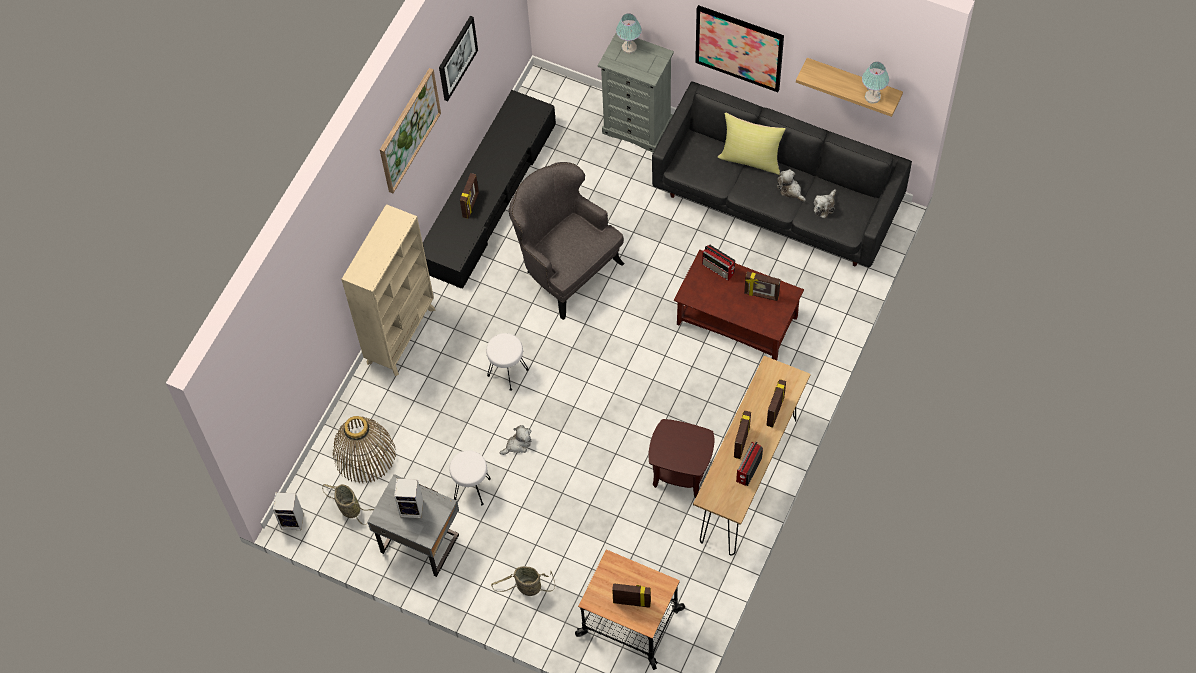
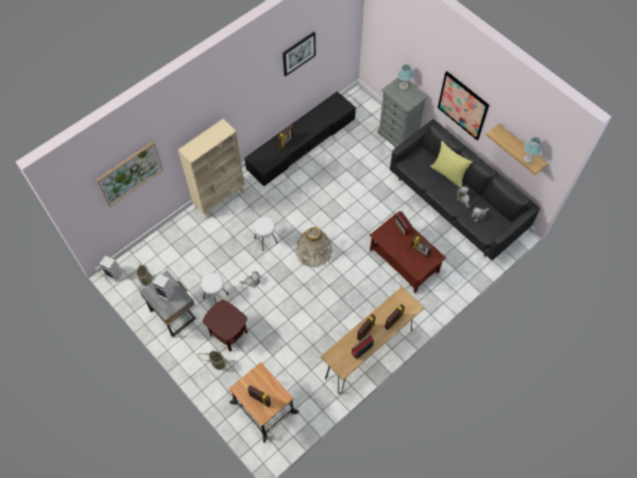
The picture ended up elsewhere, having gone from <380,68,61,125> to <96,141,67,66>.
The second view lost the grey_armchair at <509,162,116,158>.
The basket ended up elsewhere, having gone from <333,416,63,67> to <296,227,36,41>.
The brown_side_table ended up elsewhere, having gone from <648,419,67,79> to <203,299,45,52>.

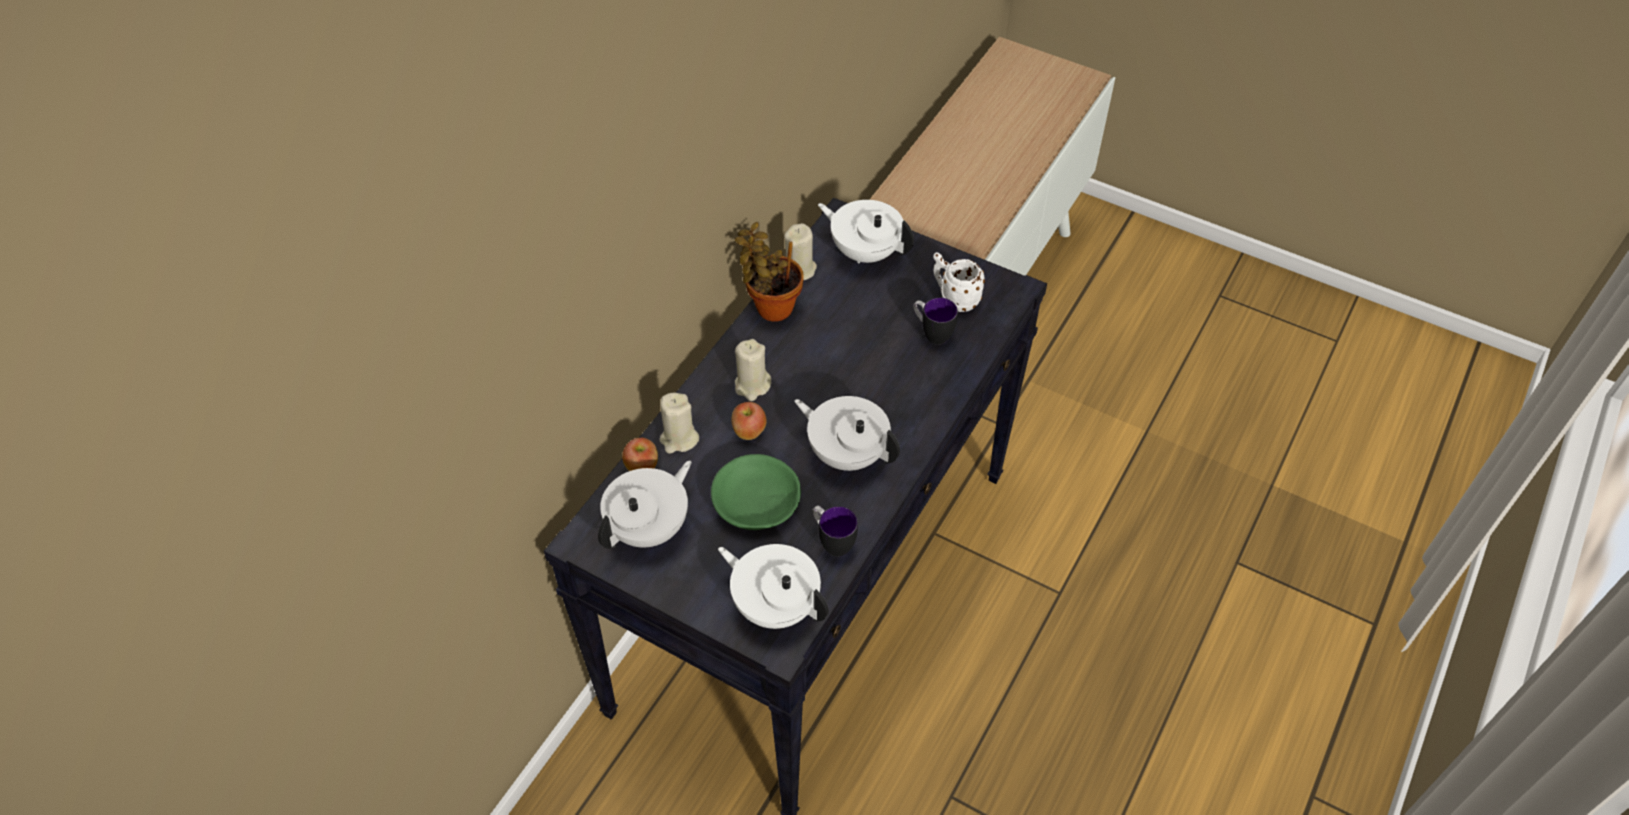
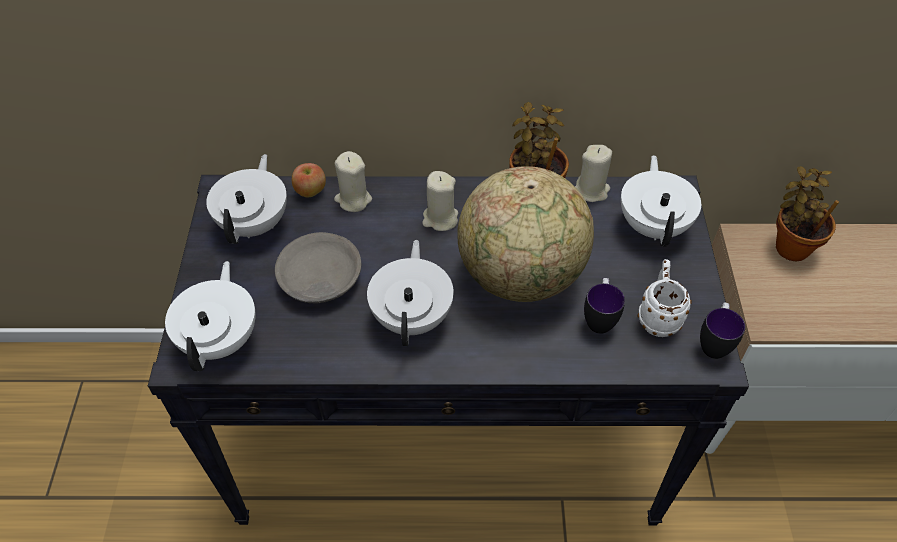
The second view lost the apple at <731,402,35,38>.
What was the green_bowl at <711,454,90,76> turned into the grey_bowl at <275,232,86,72>.
The white_teapot at <598,461,94,88> ended up facing another way, 90 degrees counterclockwise from before.
The mug ended up elsewhere, having gone from <812,506,46,51> to <700,302,45,57>.
The second view gained the globe at <457,166,137,136>.
The second view gained the potted_plant at <776,166,63,95>.

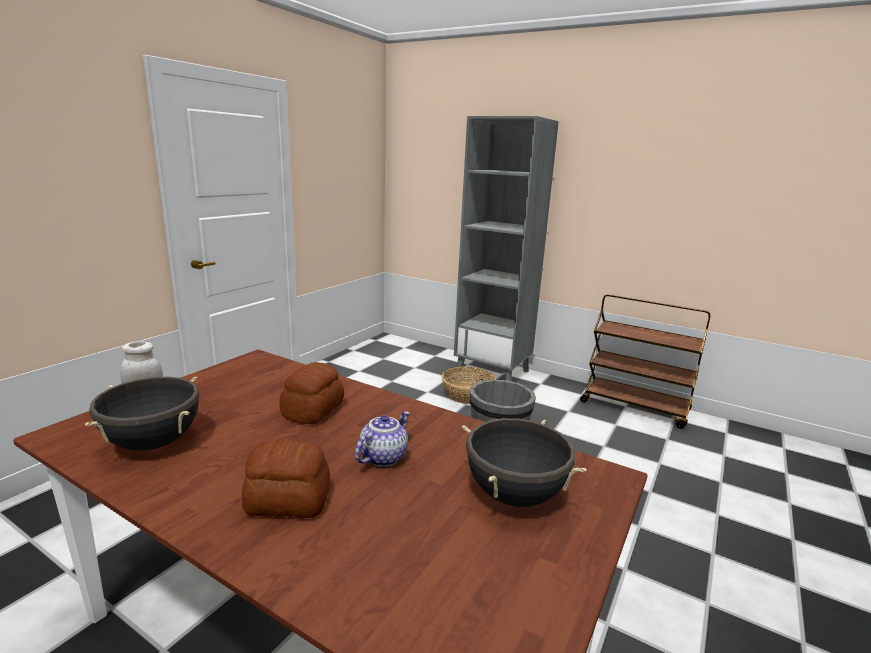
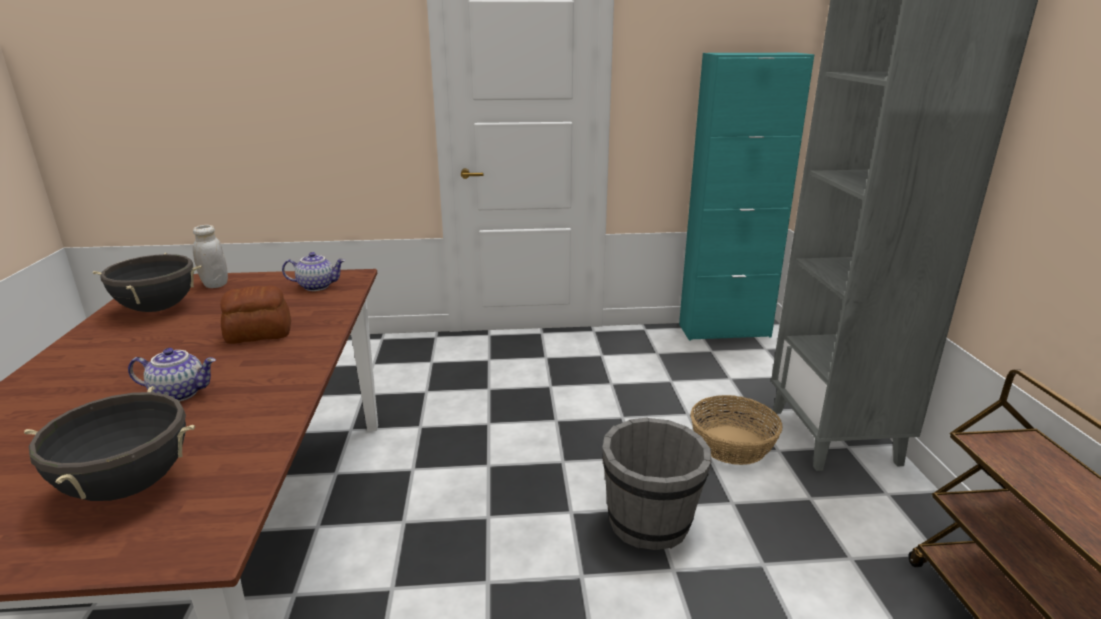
The second view lost the bread at <242,440,88,78>.
The second view gained the turquoise_cabinet at <679,52,135,289>.
The second view gained the teapot at <282,252,63,39>.

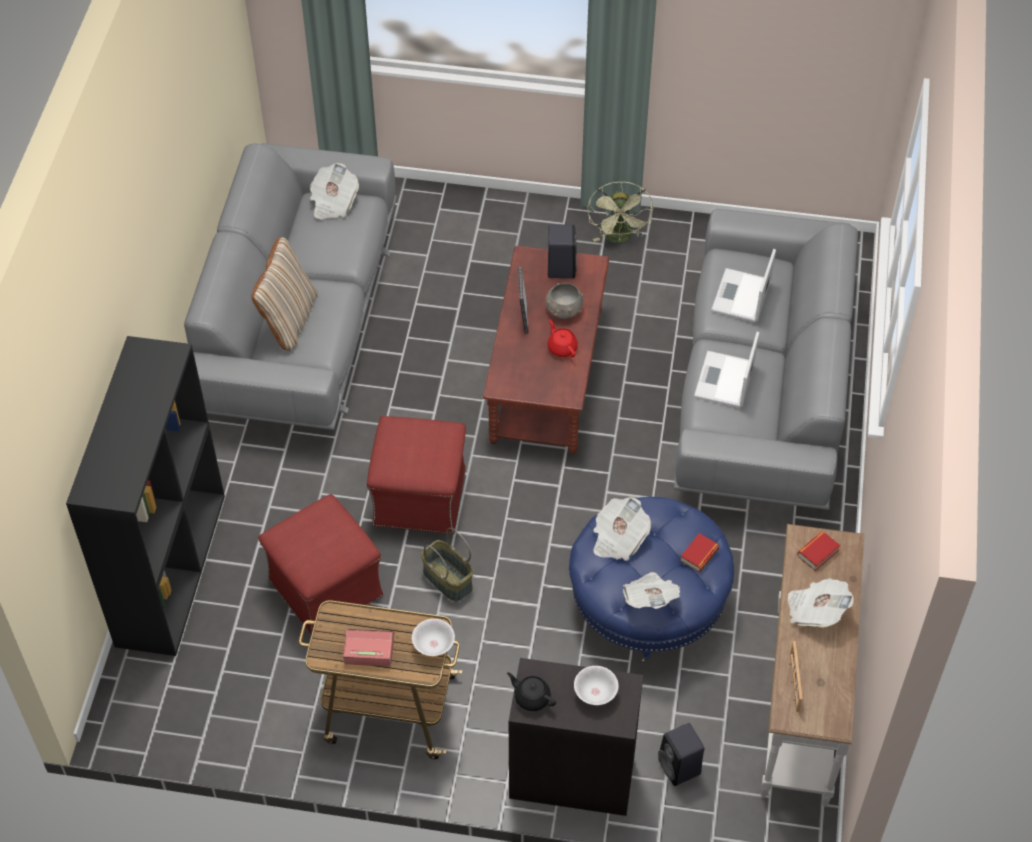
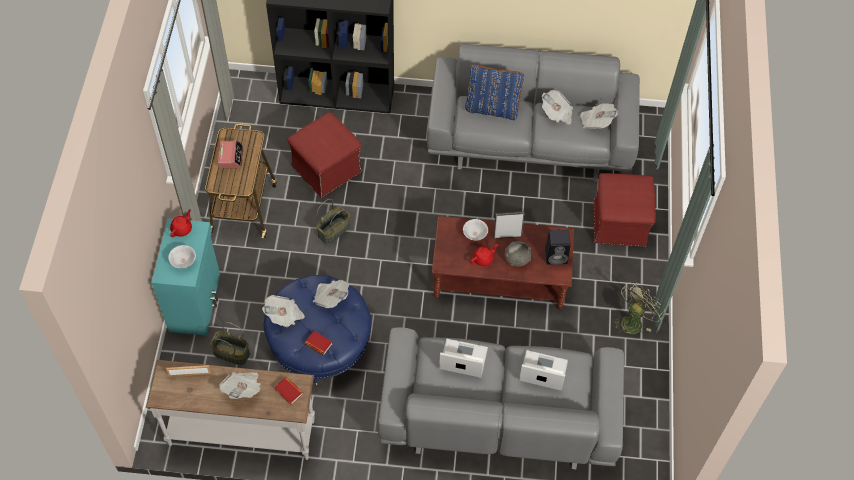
The green_fan at <587,182,66,61> ended up facing another way, 135 degrees clockwise from before.
What was the beige_pillow at <252,237,66,114> turned into the blue_pillow at <465,65,59,55>.
The red_ottoman ended up elsewhere, having gone from <367,416,99,118> to <594,173,62,74>.
The white_bowl ended up elsewhere, having gone from <412,619,43,37> to <463,219,25,22>.
What was the black_cabinet at <509,658,134,158> turned into the turquoise_cabinet at <151,218,69,118>.
What was the black_teapot at <507,672,49,39> turned into the red_teapot at <170,209,22,28>.
The second view lost the black_speaker at <658,723,46,63>.
The second view gained the newspaper at <542,90,31,35>.
The second view gained the basket at <210,322,40,43>.

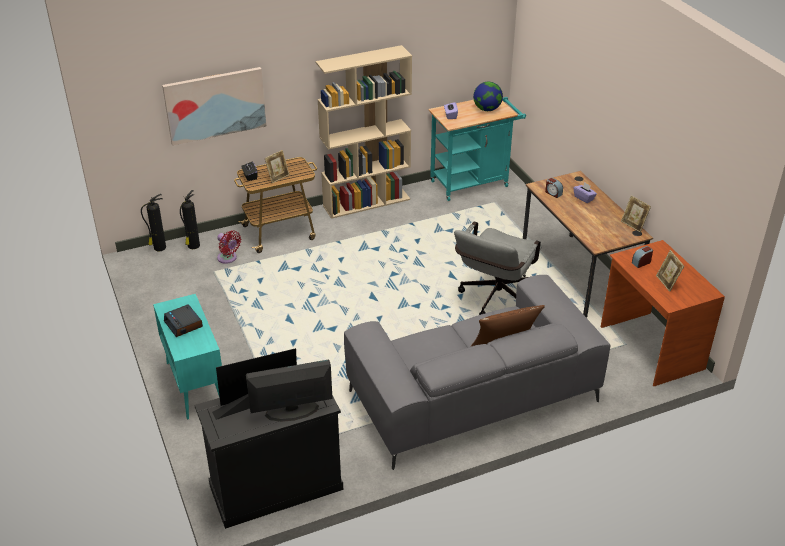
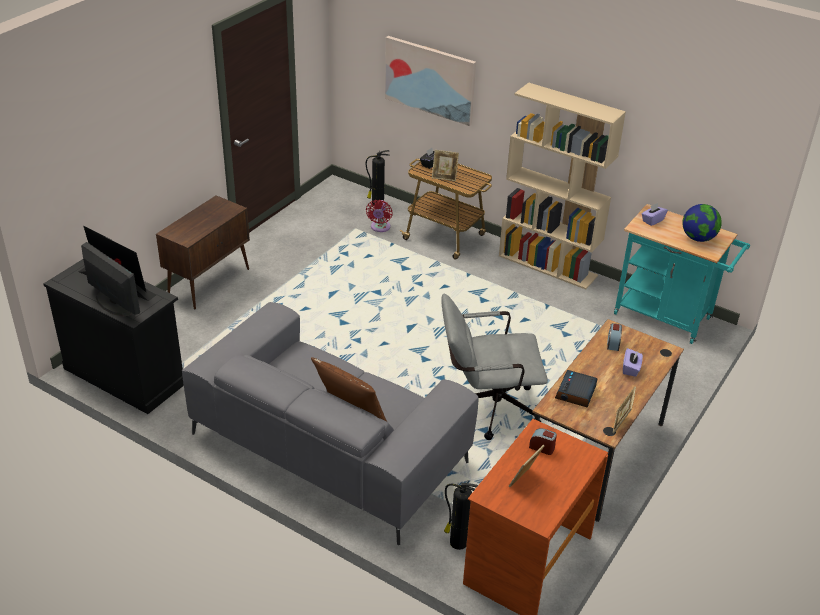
The fire_extinguisher ended up elsewhere, having gone from <141,194,25,57> to <444,481,34,69>.
What was the turquoise_cabinet at <153,294,69,125> turned into the brown_cabinet at <156,195,94,114>.
The alarm_clock ended up elsewhere, having gone from <164,304,39,33> to <555,370,42,38>.

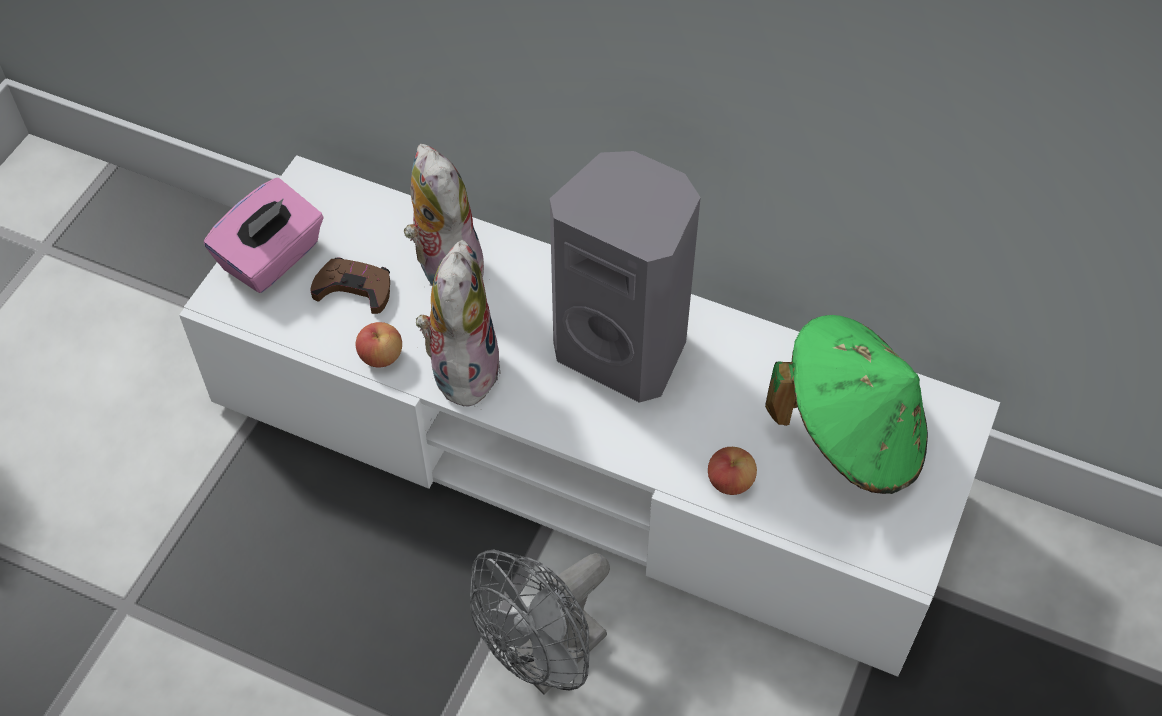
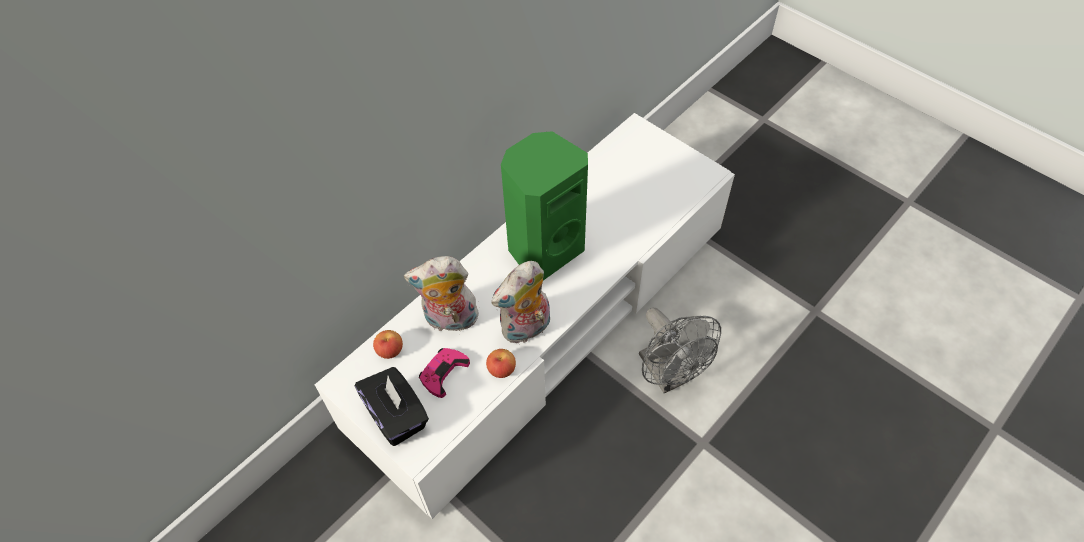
What was the grey_speaker at <550,151,151,252> turned into the green_speaker at <501,131,87,149>.
What was the pink_tissue_box at <204,178,120,115> turned into the black_tissue_box at <355,367,74,79>.
The plush_toy at <415,240,86,168> ended up facing another way, 60 degrees counterclockwise from before.
What was the brown_game_controller at <311,257,79,57> turned into the pink_game_controller at <419,348,51,50>.
The second view lost the green_hat at <765,315,163,179>.
The apple ended up elsewhere, having gone from <708,447,49,48> to <373,330,30,29>.

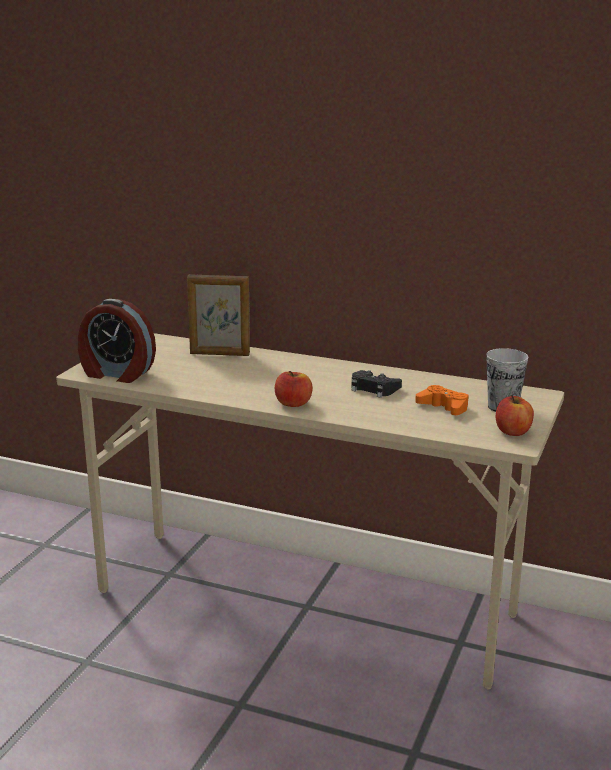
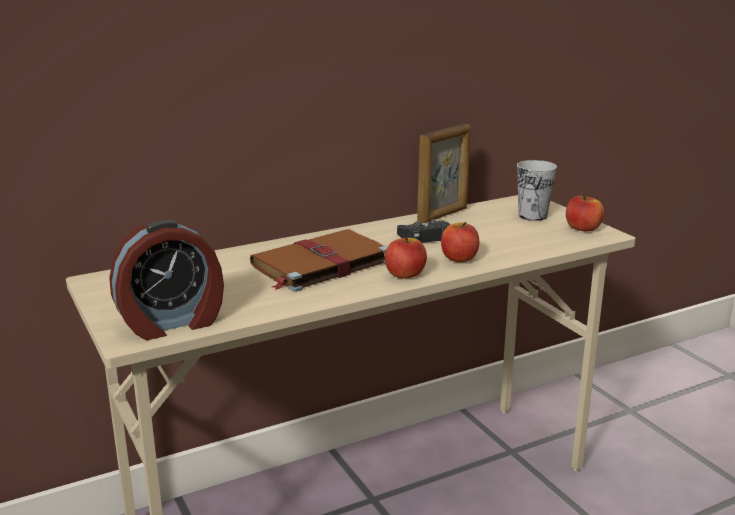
The picture_frame ended up elsewhere, having gone from <187,274,63,82> to <417,124,53,99>.
The second view lost the orange_game_controller at <415,385,53,30>.
The second view gained the apple at <441,222,38,40>.
The second view gained the brown_book at <250,229,138,63>.

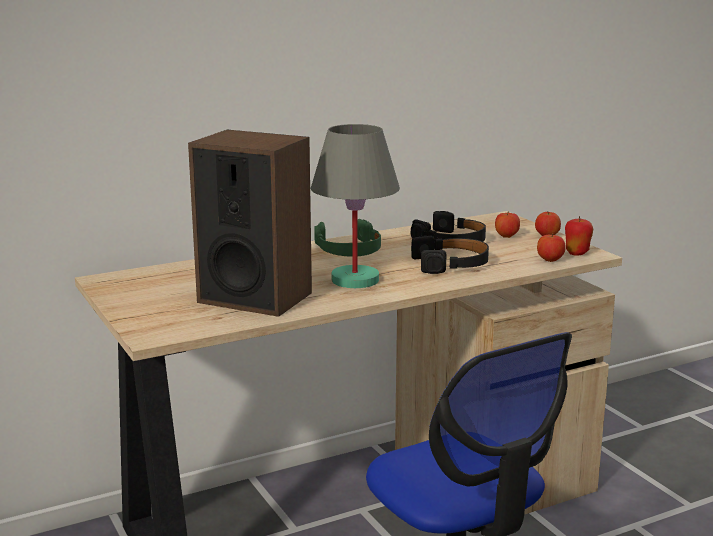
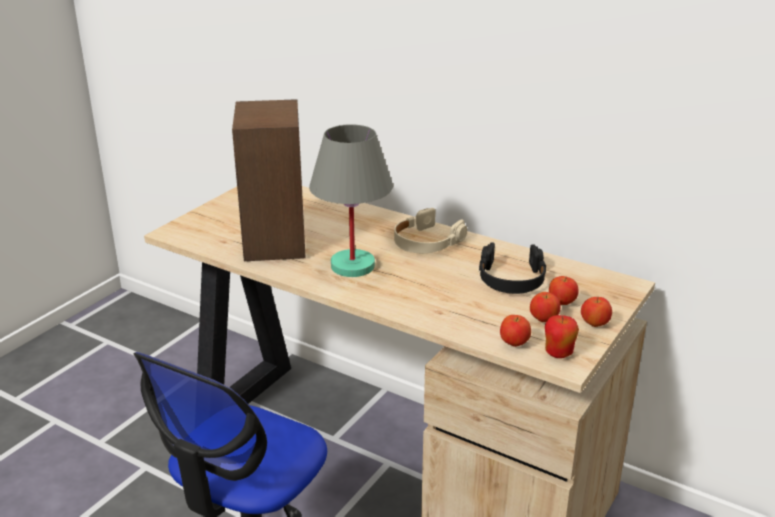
What was the green_headphones at <314,219,67,38> turned into the beige_headphones at <394,208,73,45>.
The second view lost the black_headphones at <411,236,78,38>.
The second view gained the apple at <530,292,30,30>.

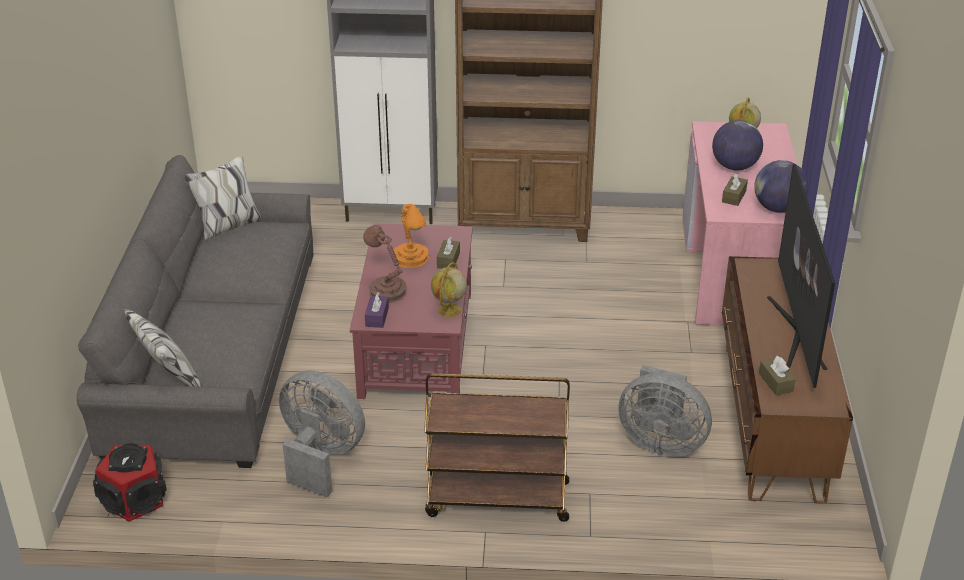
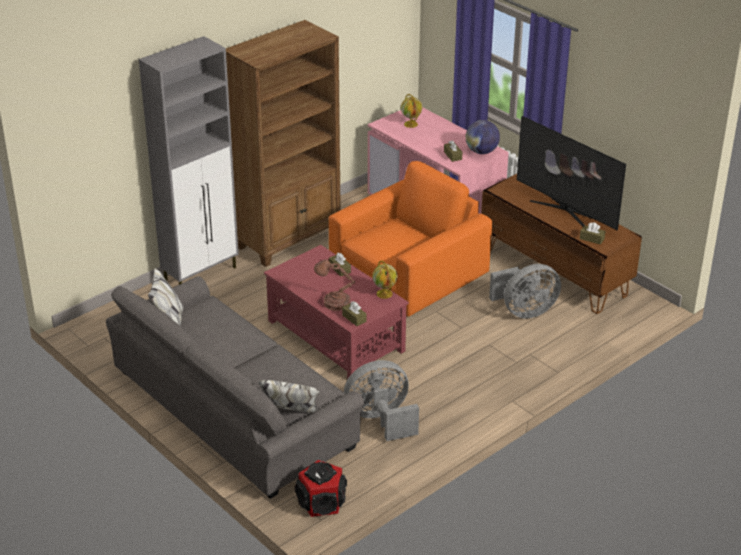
The second view lost the globe at <712,120,51,50>.
The second view lost the orange_table_lamp at <394,204,35,64>.
What was the purple_tissue_box at <365,293,24,35> turned into the brown_tissue_box at <342,301,25,25>.
The second view lost the brown_cart at <424,373,146,149>.
The second view gained the orange_armchair at <329,161,163,155>.

